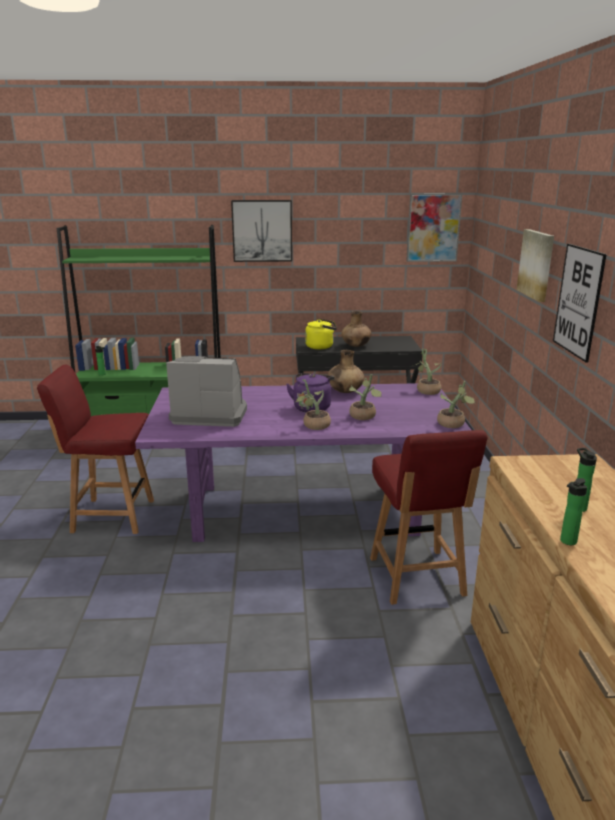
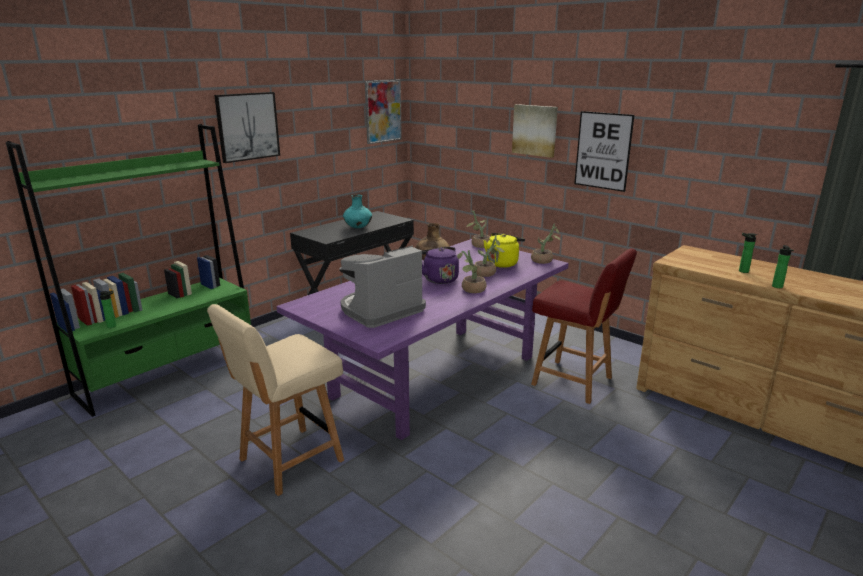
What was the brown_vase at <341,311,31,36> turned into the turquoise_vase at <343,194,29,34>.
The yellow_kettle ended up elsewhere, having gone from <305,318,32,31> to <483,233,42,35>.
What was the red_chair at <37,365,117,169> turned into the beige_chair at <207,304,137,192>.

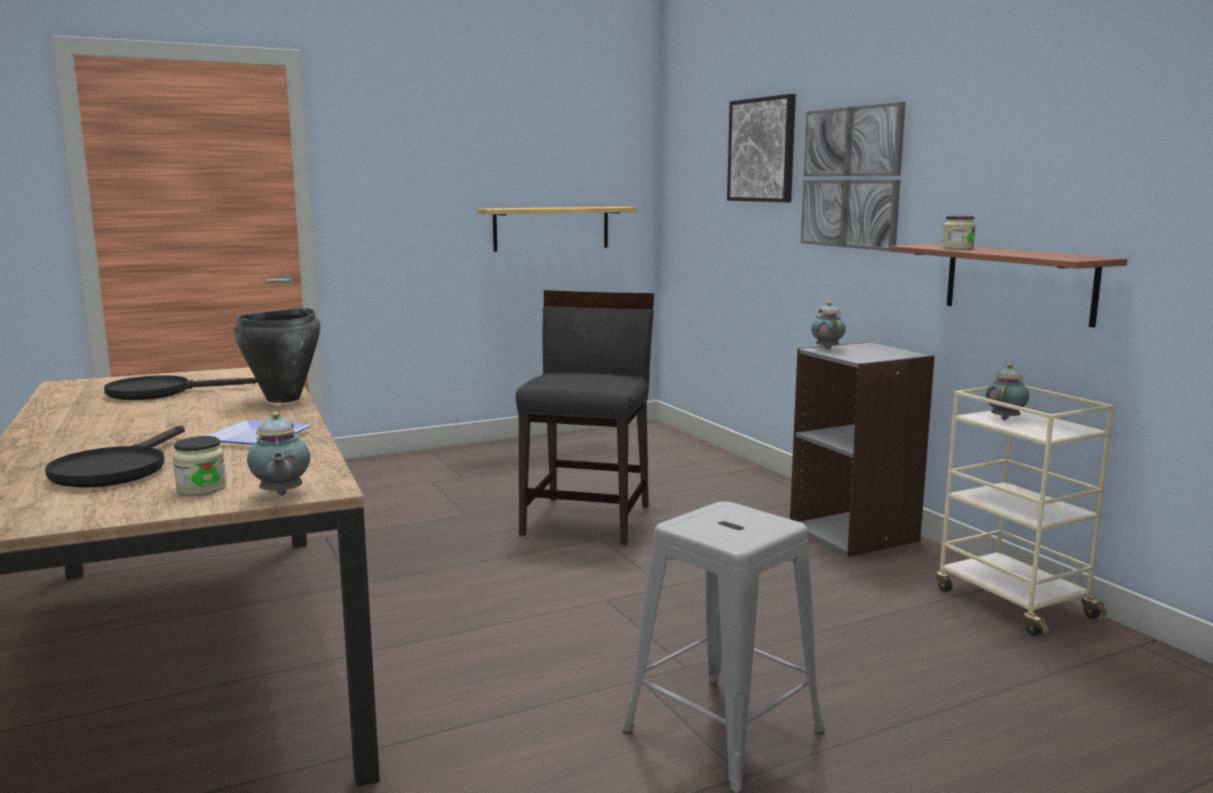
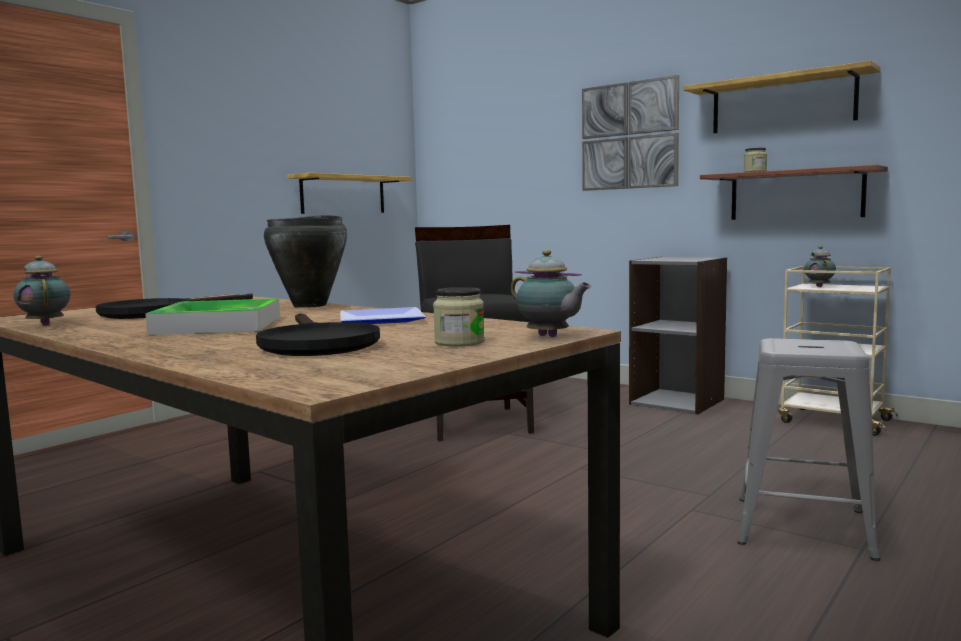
The second view lost the picture at <727,94,69,108>.
The teapot ended up elsewhere, having gone from <811,302,35,48> to <13,256,57,69>.
The second view gained the shelf at <684,61,197,72>.
The second view gained the tray at <145,298,135,37>.

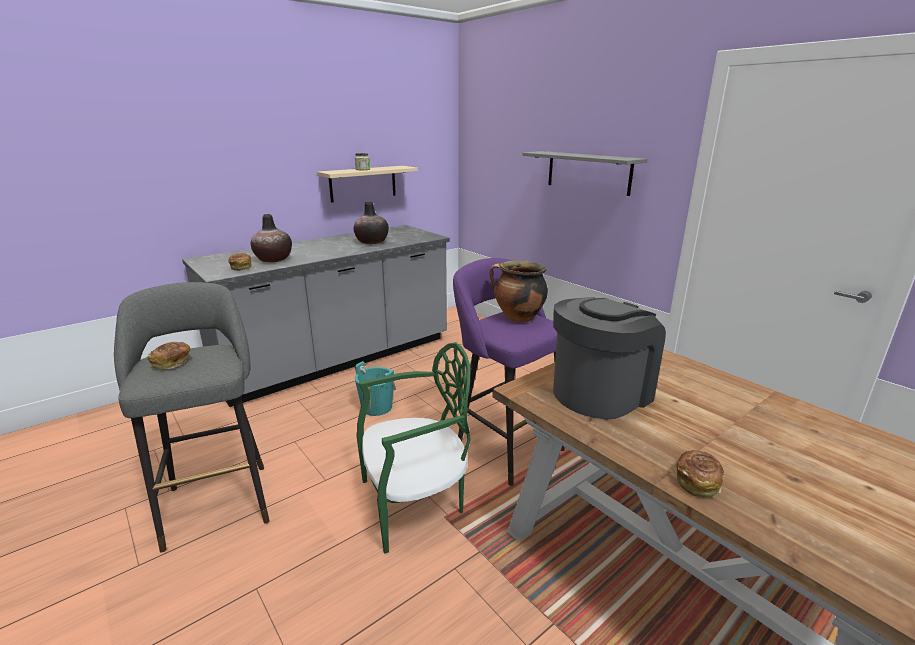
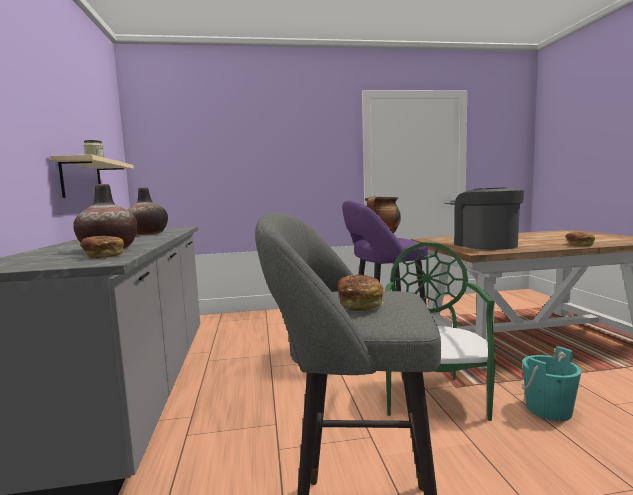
The second view lost the grey_shelf at <522,151,125,45>.
The turquoise_bucket ended up elsewhere, having gone from <355,361,41,55> to <522,346,60,75>.

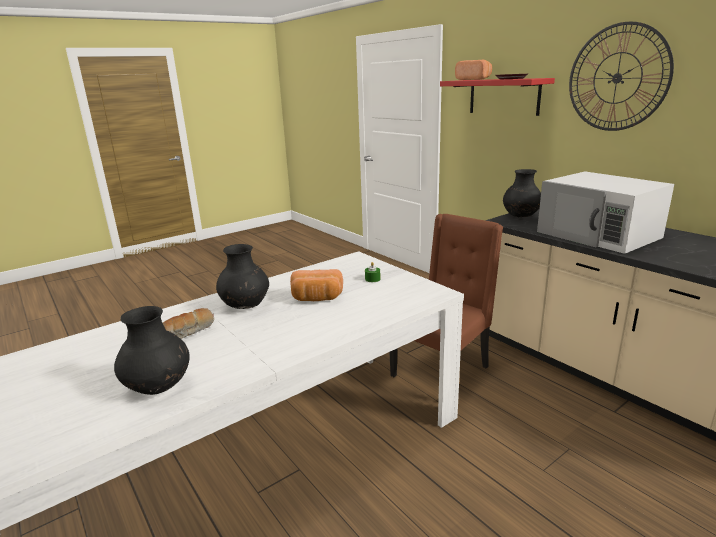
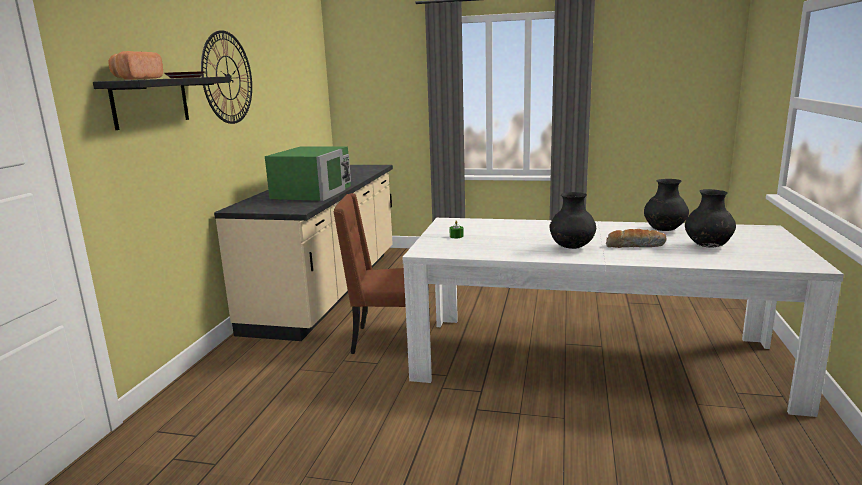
What was the red_shelf at <440,78,115,38> turned into the black_shelf at <93,76,137,54>.
The black_vase ended up elsewhere, having gone from <503,169,38,48> to <685,189,51,58>.
What was the white_microwave at <537,172,137,82> turned into the green_microwave at <265,146,86,55>.
The second view lost the bread at <290,269,53,32>.

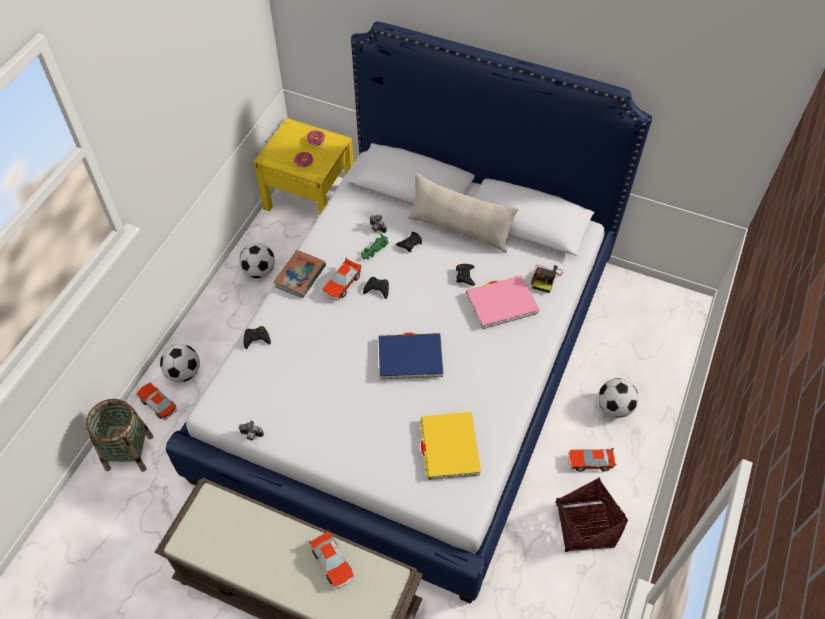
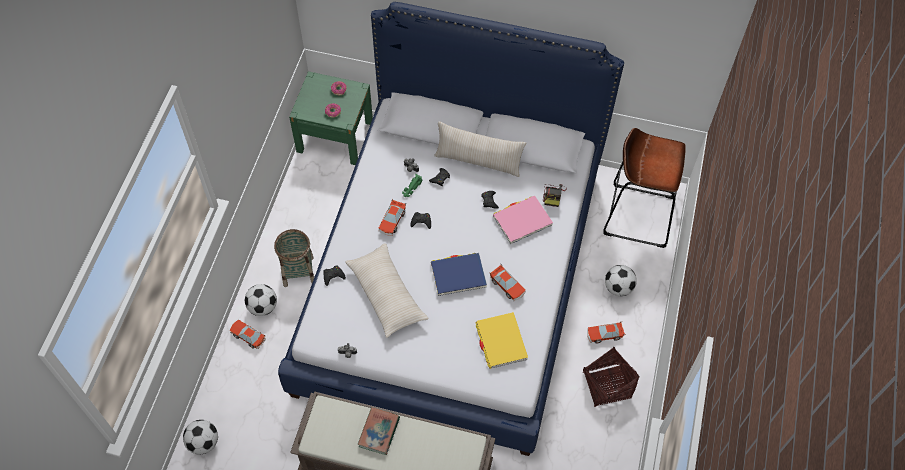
What was the yellow_nightstand at <254,118,100,97> turned into the green_nightstand at <289,71,84,94>.
The football ended up elsewhere, having gone from <239,243,36,35> to <183,420,35,34>.
The book ended up elsewhere, having gone from <274,250,52,48> to <358,407,42,48>.
The basket ended up elsewhere, having gone from <86,399,67,73> to <274,229,40,58>.
The toy_car ended up elsewhere, having gone from <309,530,45,59> to <490,264,36,37>.
The second view gained the brown_stool at <603,128,83,120>.
The second view gained the beige_pillow at <345,243,84,95>.

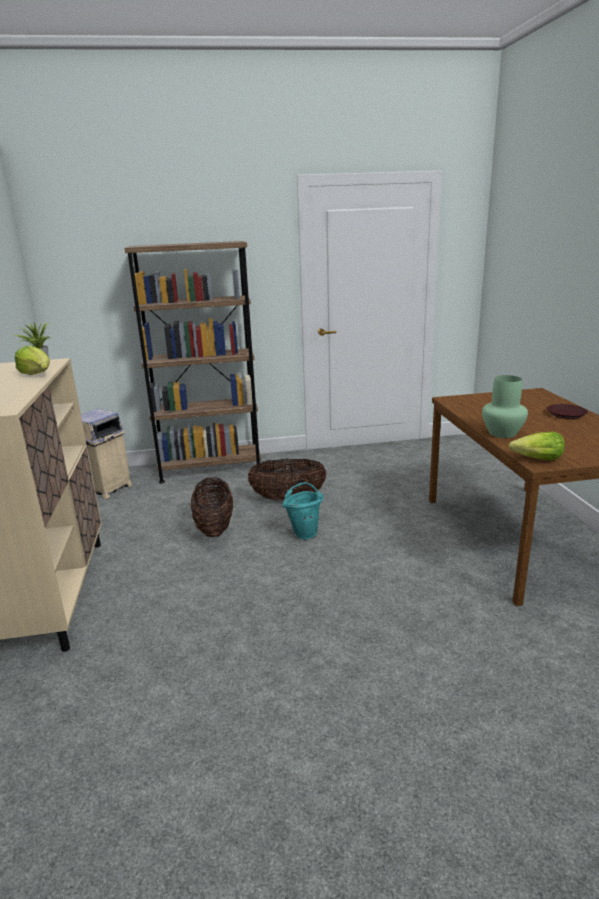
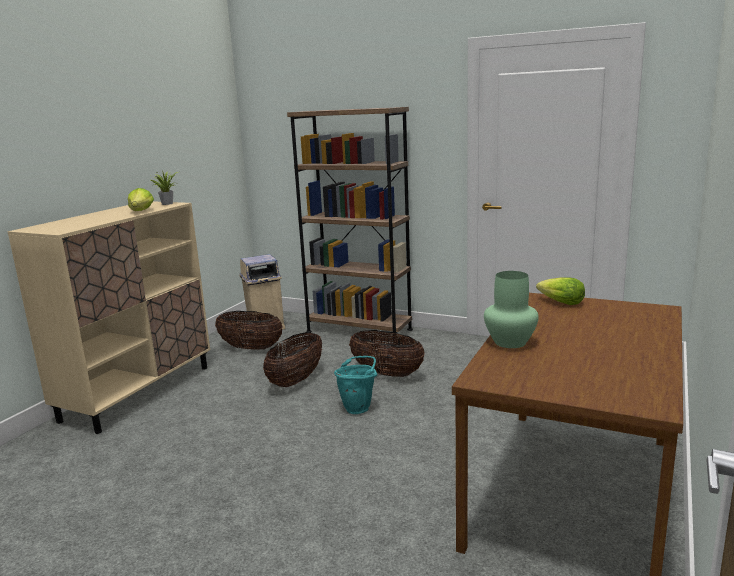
The second view lost the brown_plate at <547,404,41,15>.
The lettuce ended up elsewhere, having gone from <509,432,56,29> to <536,277,49,28>.
The second view gained the basket at <215,311,68,39>.

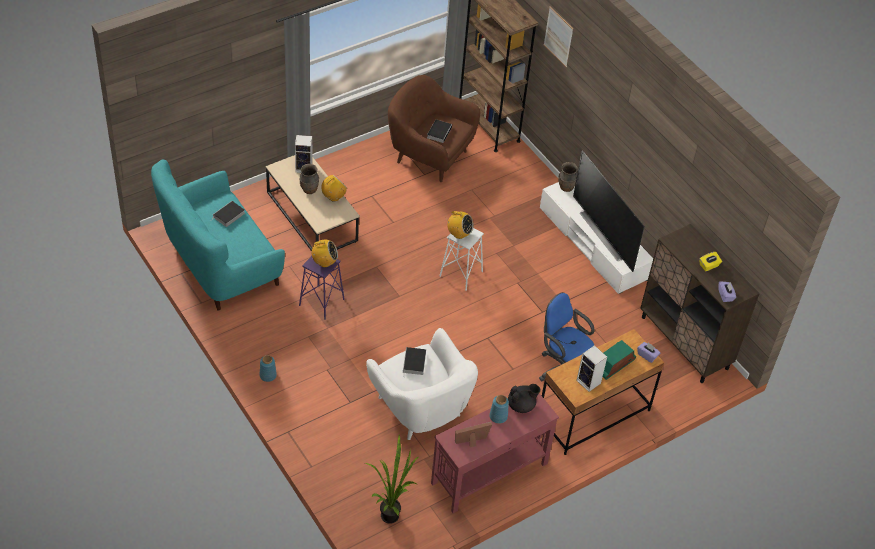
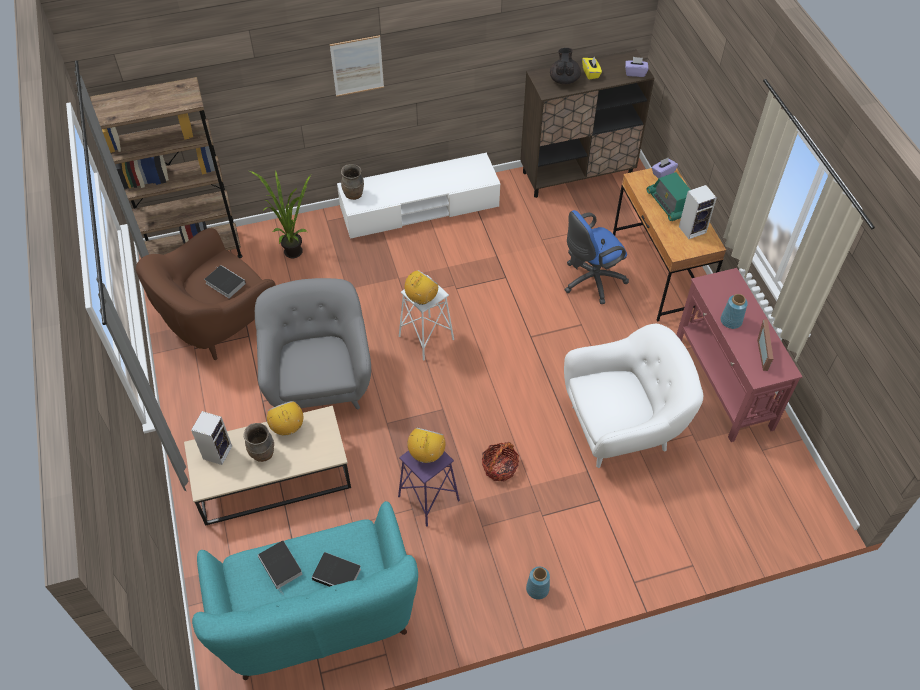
The picture ended up elsewhere, having gone from <544,6,29,61> to <330,35,54,62>.
The second view lost the television at <573,150,72,122>.
The book ended up elsewhere, having gone from <403,347,23,30> to <312,552,49,35>.
The black_teapot ended up elsewhere, having gone from <508,384,33,29> to <550,48,31,37>.
The potted_plant ended up elsewhere, having gone from <365,435,53,89> to <249,169,62,89>.
The second view gained the grey_armchair at <255,278,116,131>.
The second view gained the basket at <482,442,37,39>.

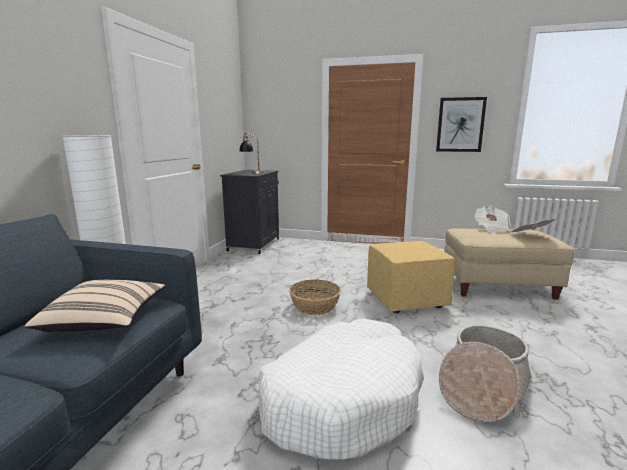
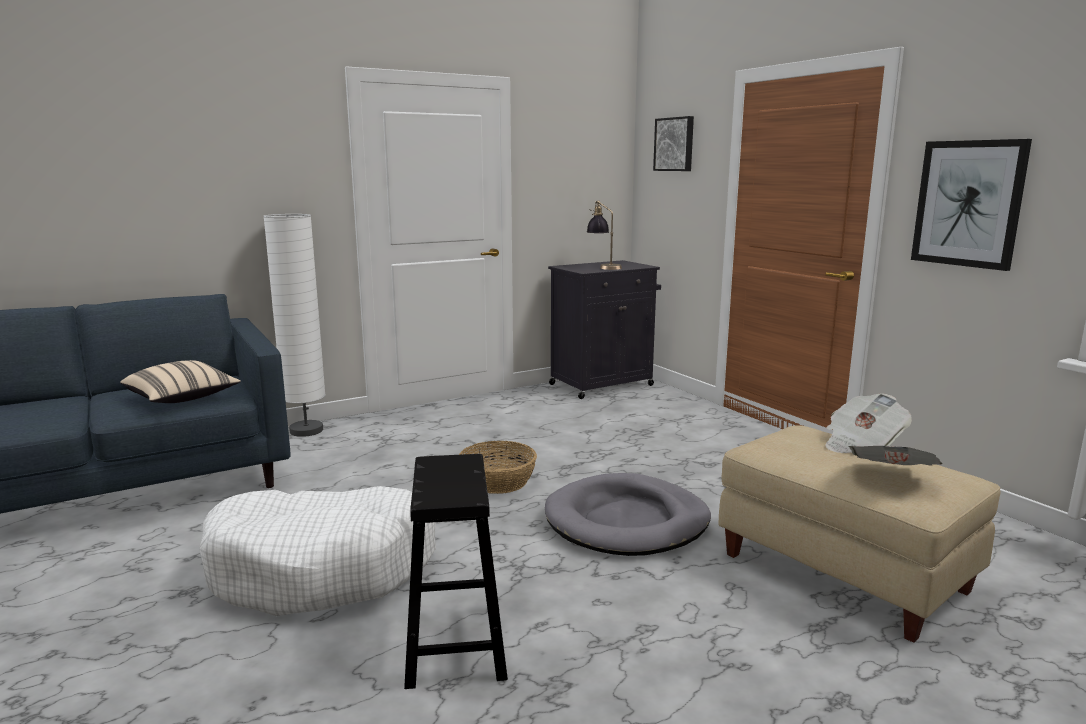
Where the yellow_ottoman stood at <367,241,88,72>, the grey_dog_bed came to stand at <545,473,166,83>.
Where the basket stood at <439,325,93,97>, the black_stool came to stand at <404,454,104,235>.
The second view gained the picture at <653,116,41,55>.

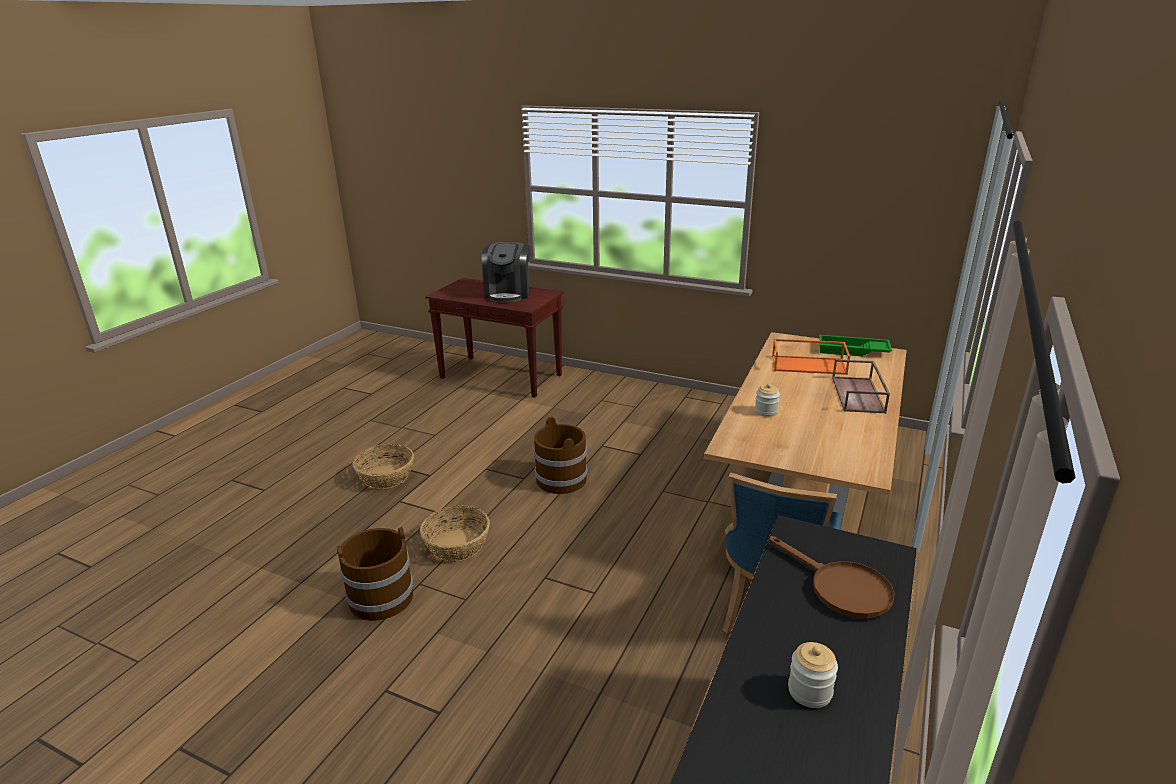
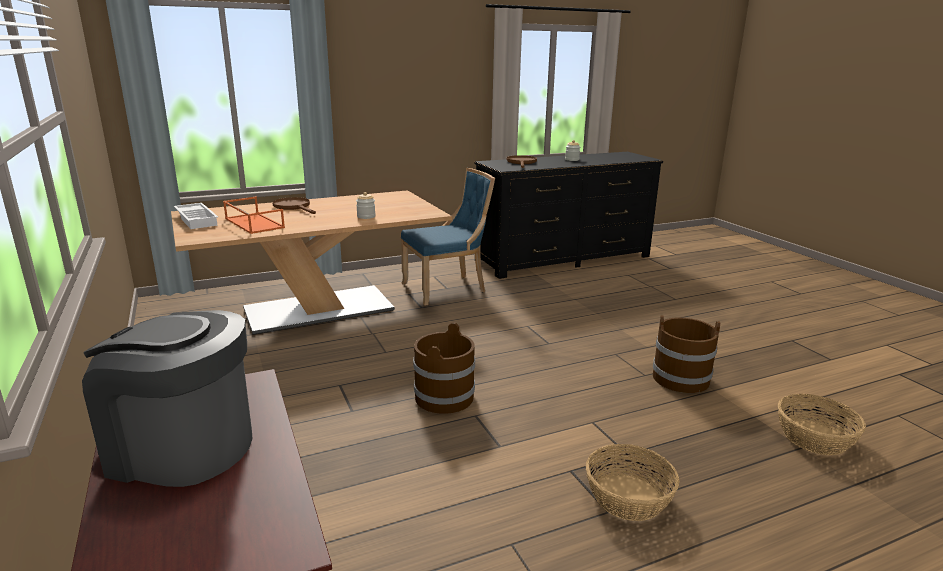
The coffee_machine at <482,242,48,61> ended up facing another way, 120 degrees counterclockwise from before.
What was the green_tray at <819,335,73,22> turned into the white_tray at <174,203,44,26>.
Where the brown_tray stood at <832,359,58,55>, the brown_frying_pan came to stand at <273,197,43,17>.
The basket ended up elsewhere, having gone from <420,505,70,57> to <778,394,88,61>.

